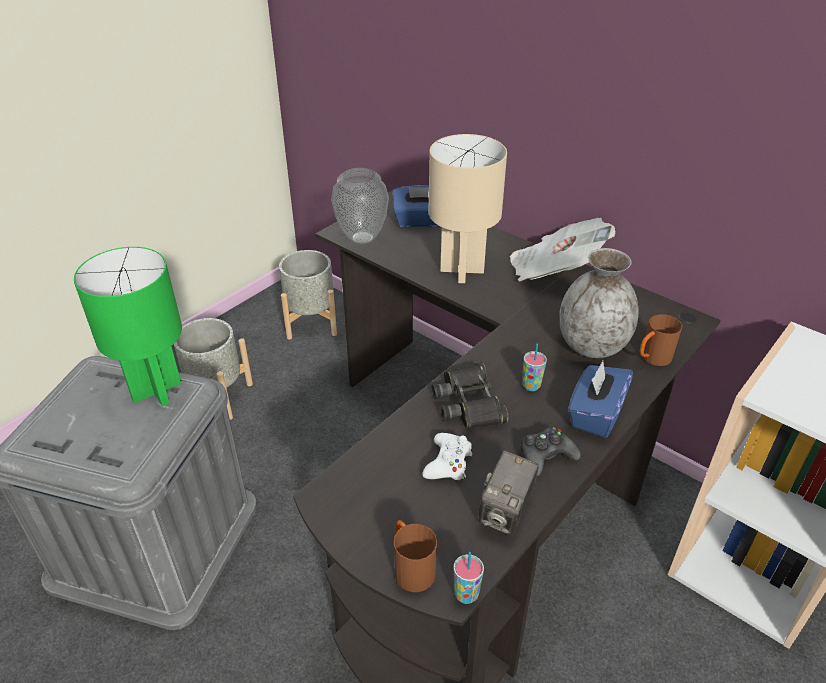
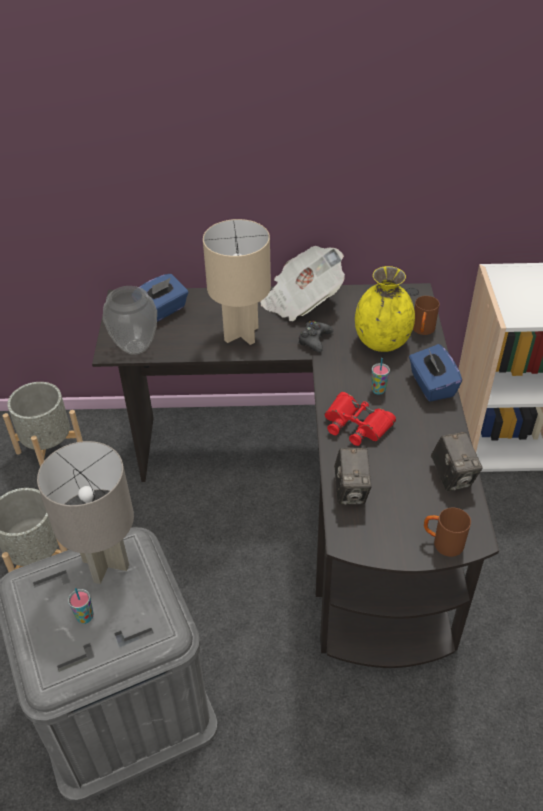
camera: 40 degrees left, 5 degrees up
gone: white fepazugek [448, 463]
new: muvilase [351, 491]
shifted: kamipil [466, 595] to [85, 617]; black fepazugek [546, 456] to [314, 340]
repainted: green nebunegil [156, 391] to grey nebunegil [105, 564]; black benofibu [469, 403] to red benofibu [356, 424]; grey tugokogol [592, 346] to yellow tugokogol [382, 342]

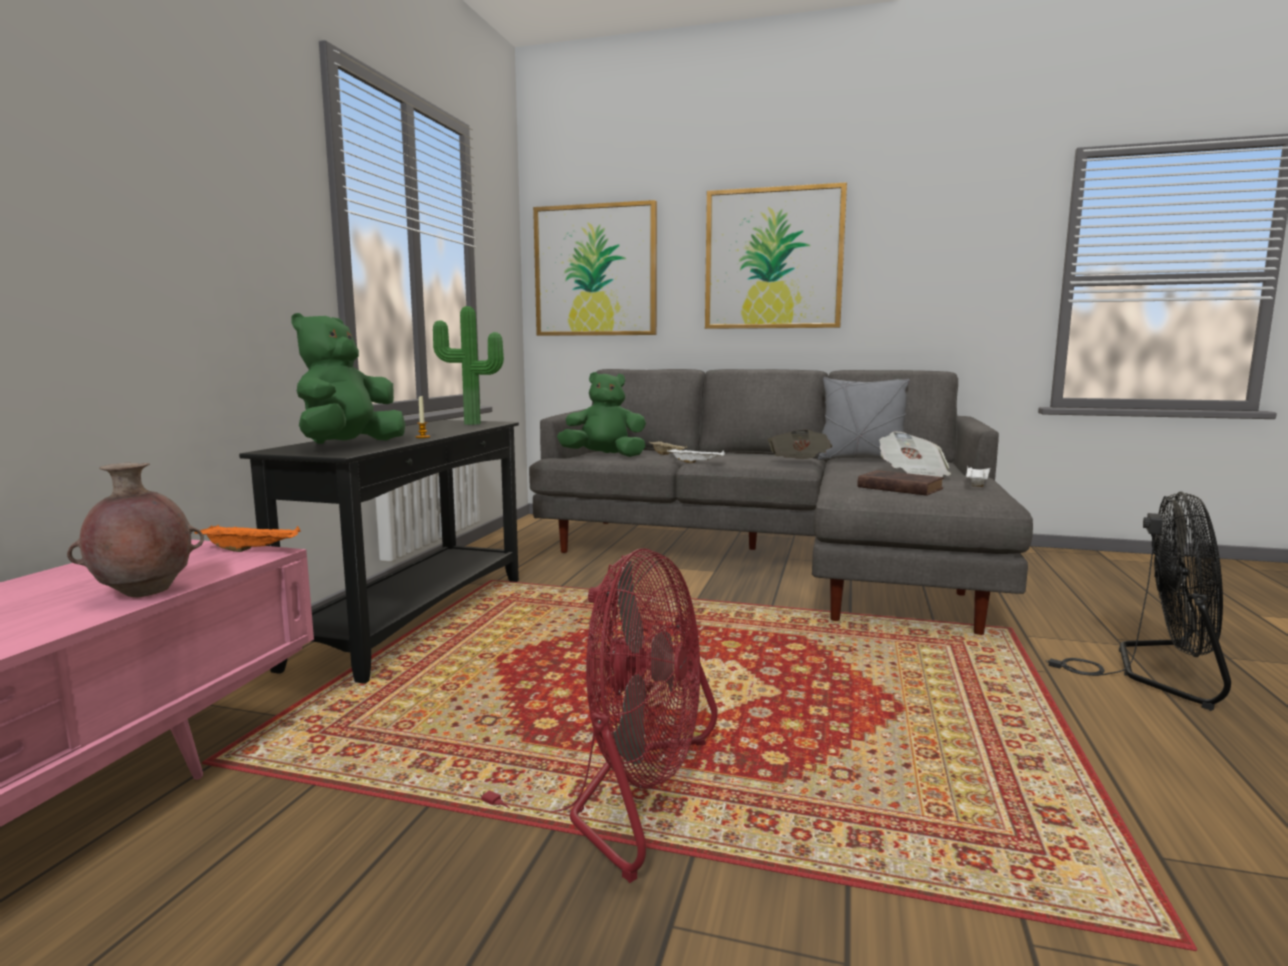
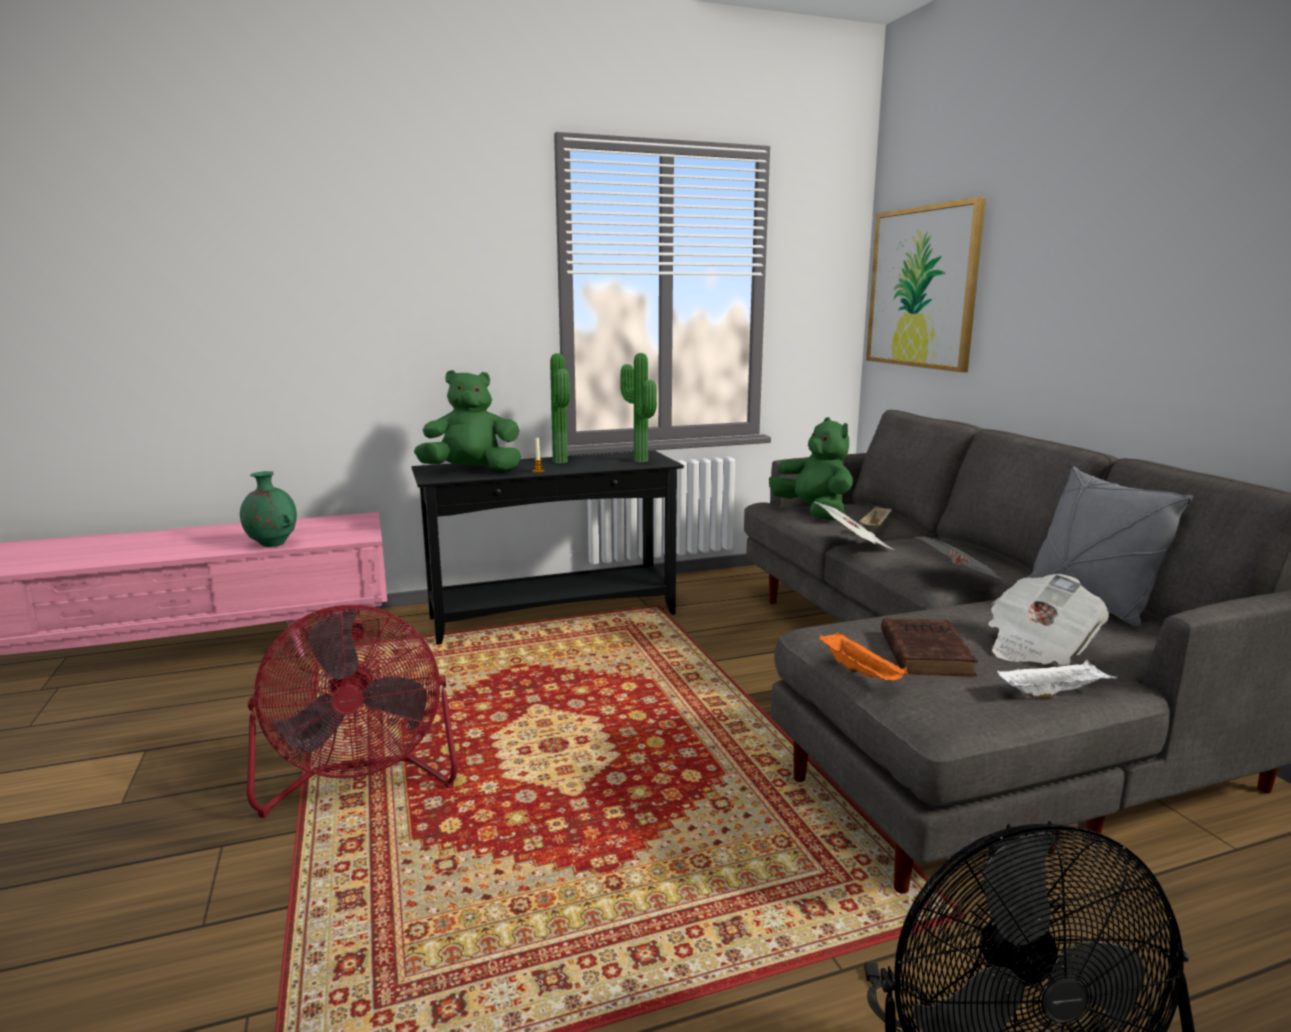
camera: 55 degrees right, 5 degrees up
gone: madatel [773, 259]
new: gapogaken [563, 461]
shifted: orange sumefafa [252, 550] to [861, 674]
swapped: white sumefafa [697, 463] to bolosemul [853, 546]
repainted: brown tugokogol [143, 593] to green tugokogol [272, 544]

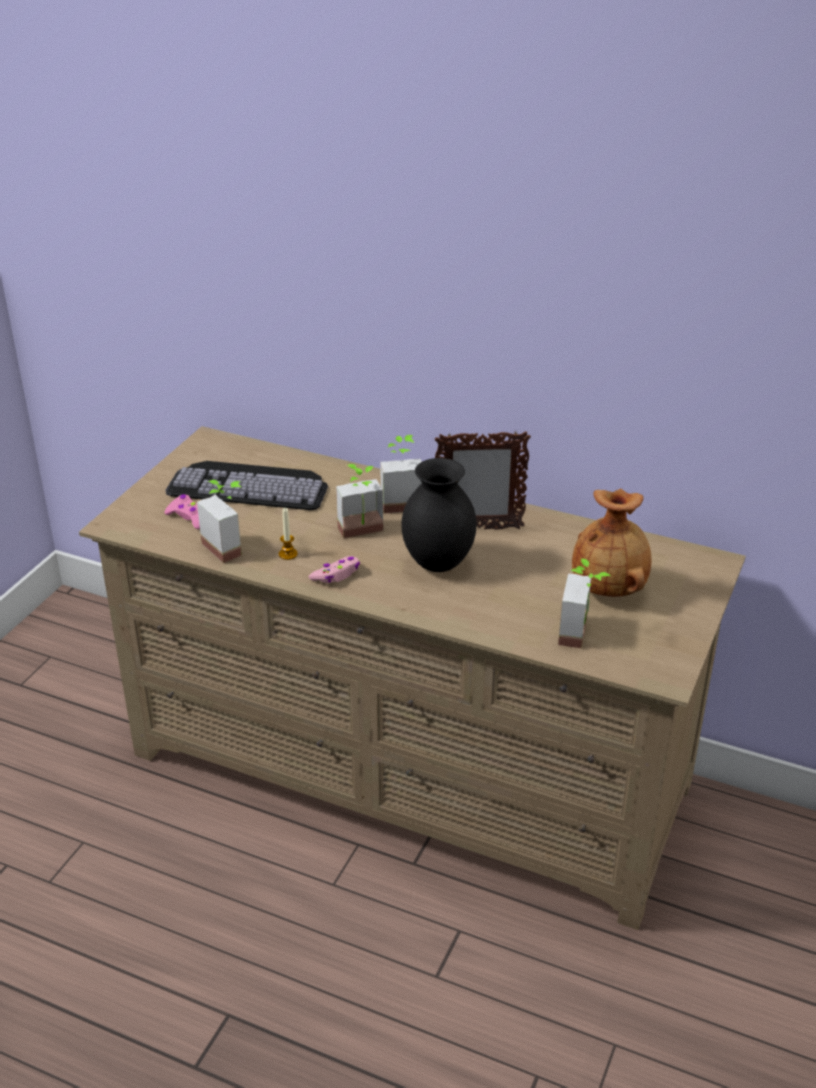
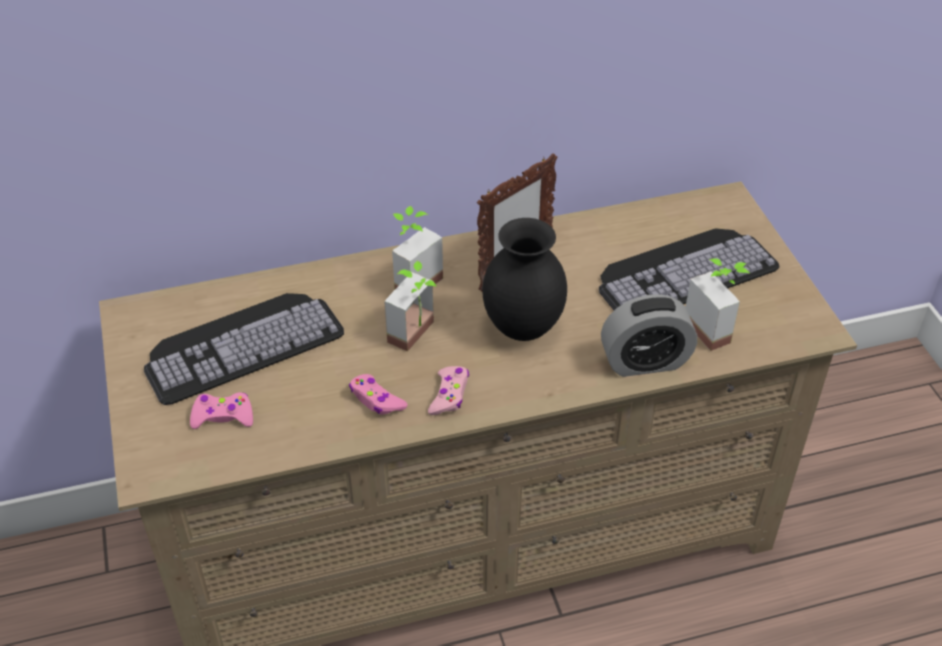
camera: 40 degrees left, 10 degrees up
gone: gapogaken [229, 546]
new: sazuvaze [645, 362]
swapped: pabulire [288, 554] to pink fepazugek [376, 400]; brown tugokogol [609, 588] to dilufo [684, 271]

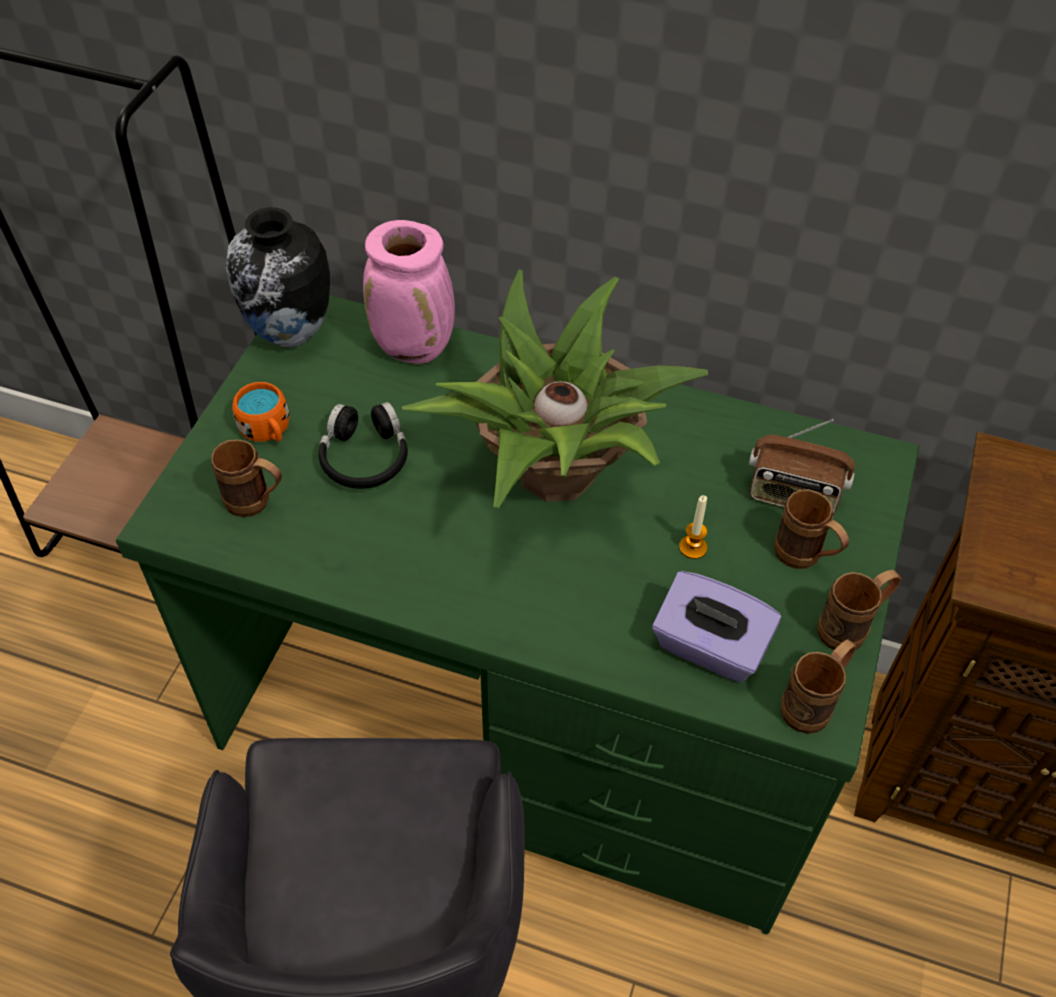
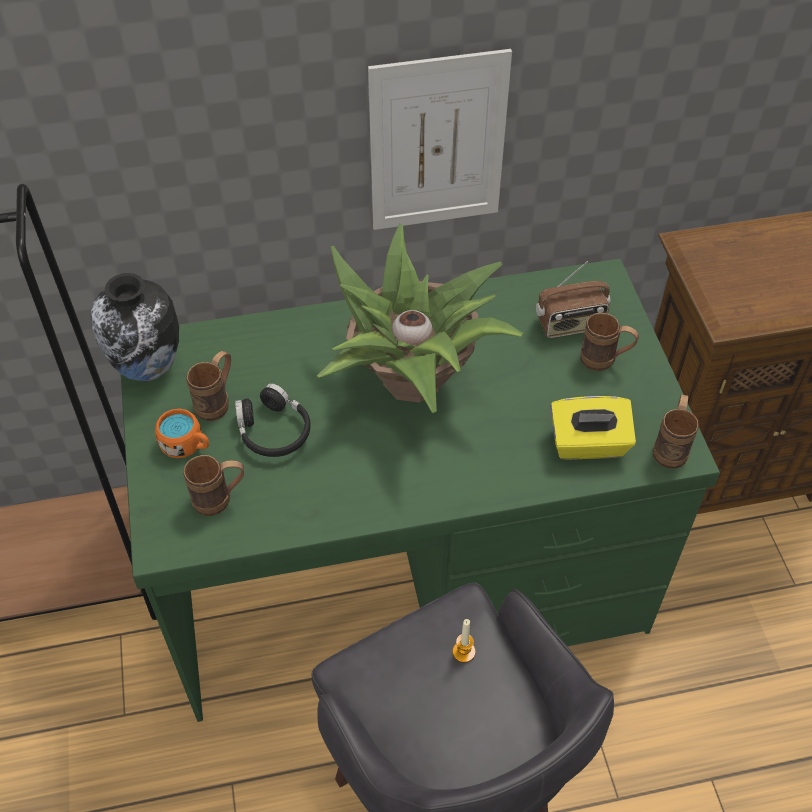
camera: 30 degrees left, 0 degrees up
gone: pink tugokogol [416, 348]
new: madatel [437, 143]
shifted: pabulire [693, 547] to [463, 652]; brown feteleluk [851, 628] to [217, 402]
repainted: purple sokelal [709, 647] to yellow sokelal [588, 444]

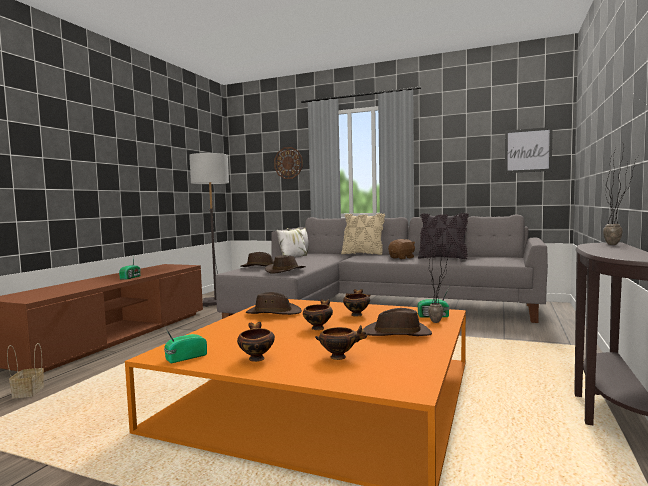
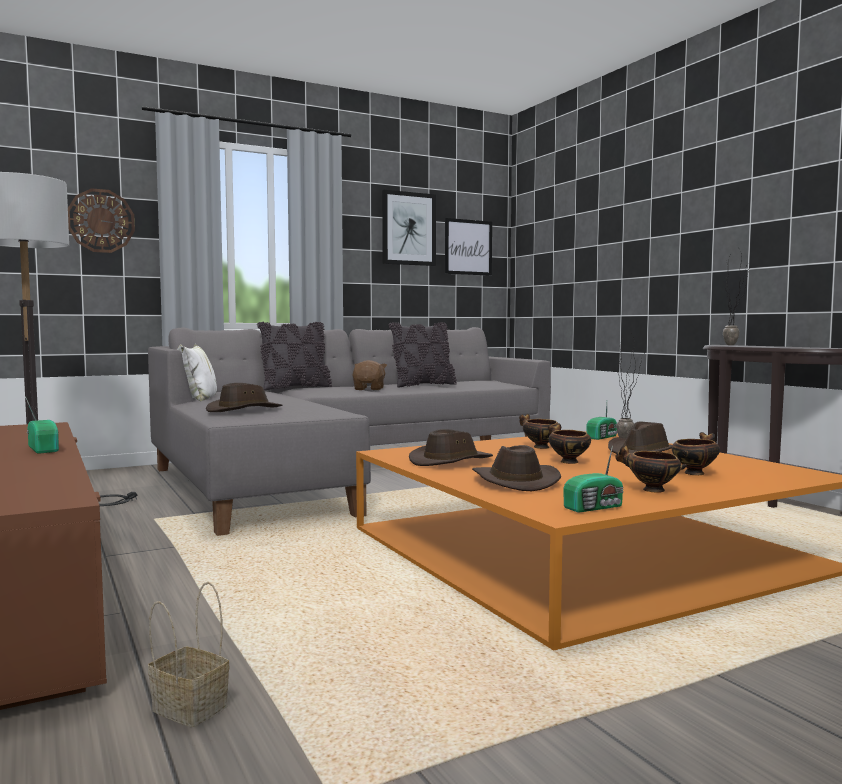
camera: 50 degrees left, 0 degrees up
new: madatel [408, 228]
shifted: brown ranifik [285, 270] to [513, 481]
repainted: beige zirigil [363, 254] to black zirigil [295, 388]
rotated: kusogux [184, 357] = [595, 507] 120 degrees counterclockwise

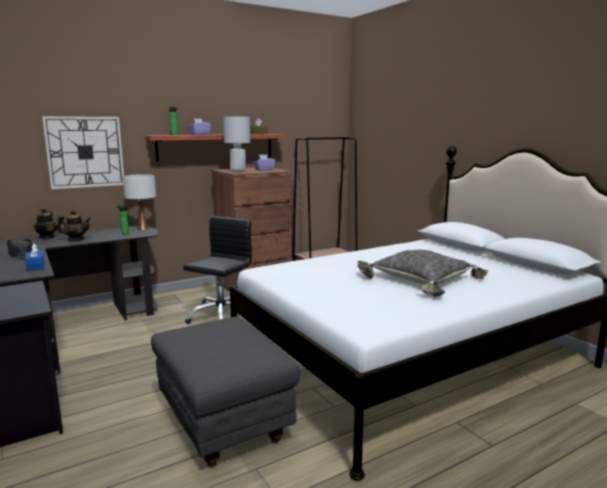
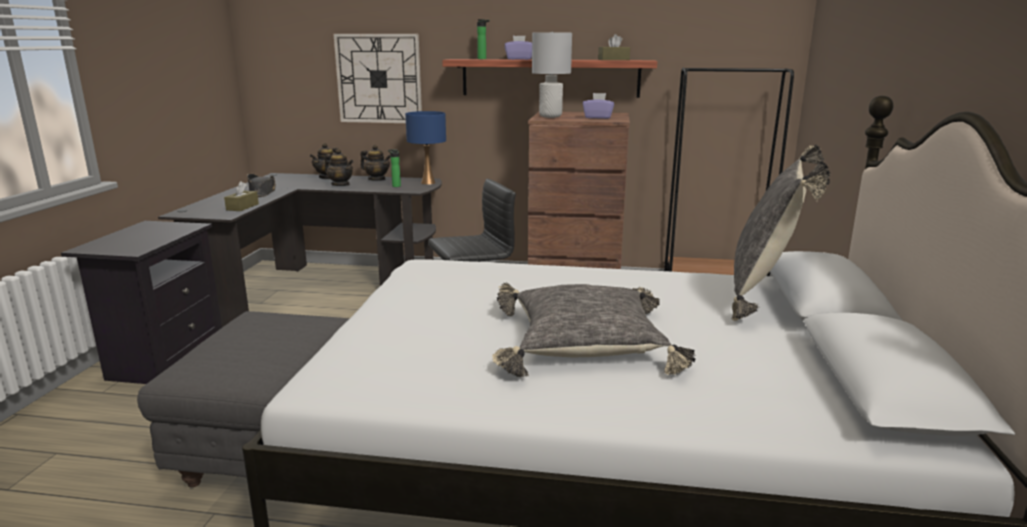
camera: 40 degrees right, 5 degrees up
new: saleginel [377, 179]; zirigil [767, 302]
repainted: blue sokelal [35, 266] to brown sokelal [242, 207]; white nebunegil [143, 228] to blue nebunegil [428, 183]

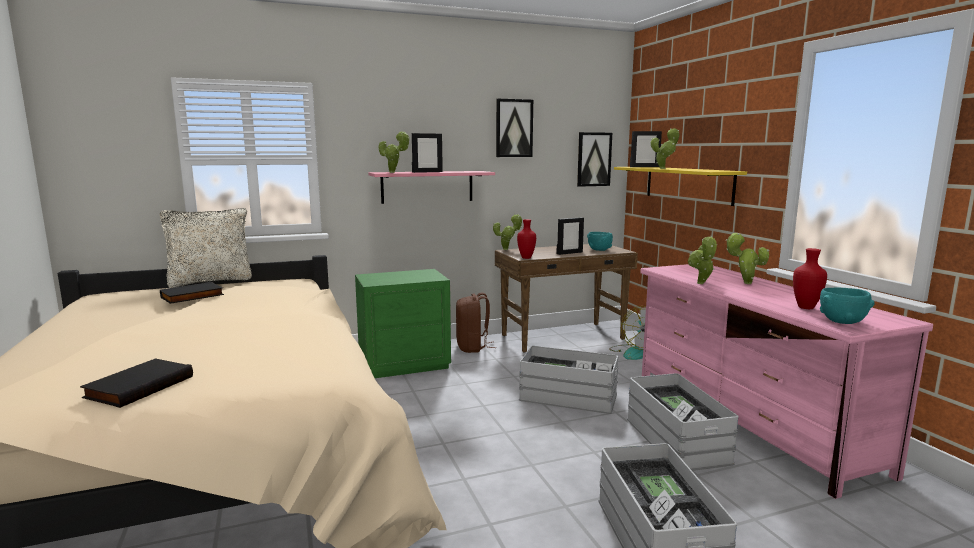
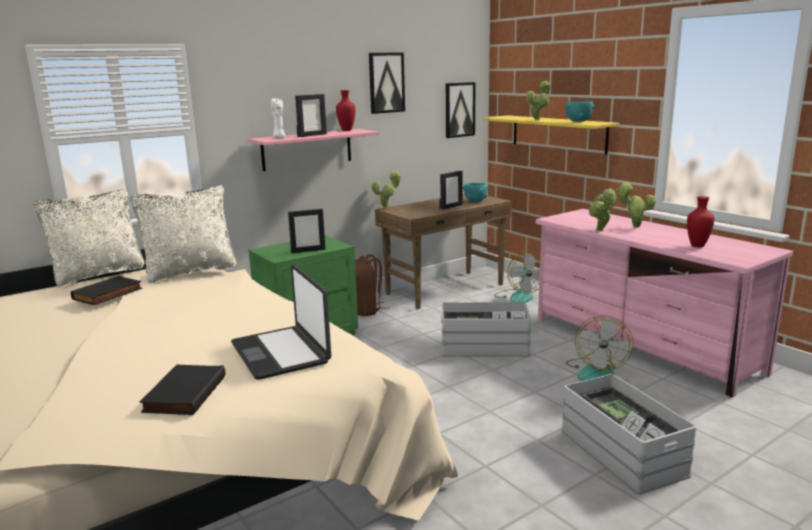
camera: 15 degrees left, 5 degrees up
new: beige zirigil [192, 273]; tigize [281, 353]
shifted: red tugokogol [525, 258] to [346, 130]; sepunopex [644, 167] to [308, 250]; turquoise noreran [842, 322] to [578, 121]
swapped: gapogaken [394, 172] to white pabulire [279, 138]; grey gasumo [677, 440] to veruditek [596, 370]

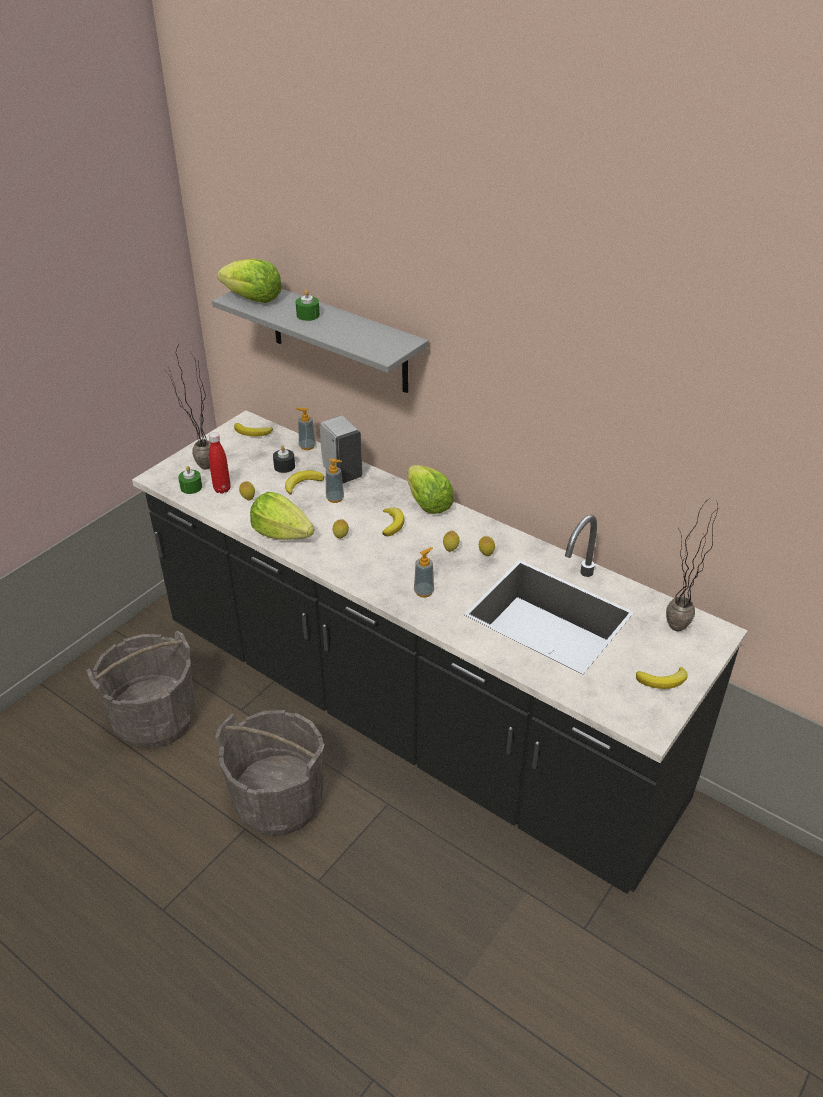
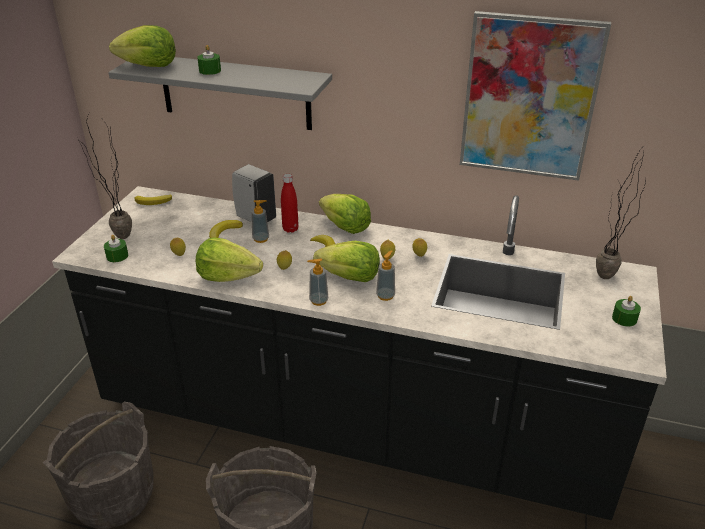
camera: 20 degrees left, 5 degrees down
gone: black pabulire [284, 466]
new: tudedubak [349, 277]; madatel [529, 97]
shifted: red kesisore [222, 489] to [290, 229]; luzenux [307, 446] to [318, 301]
swapped: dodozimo [663, 681] to green pabulire [624, 318]

